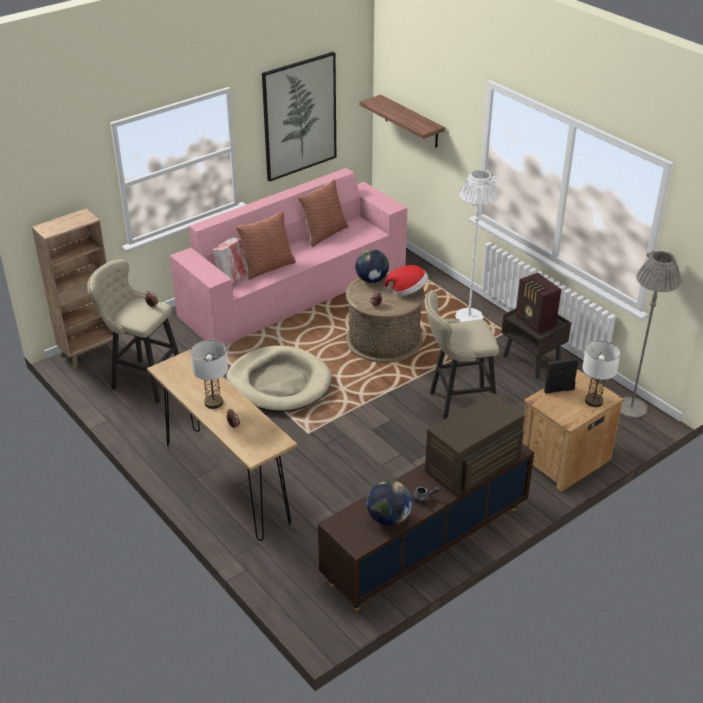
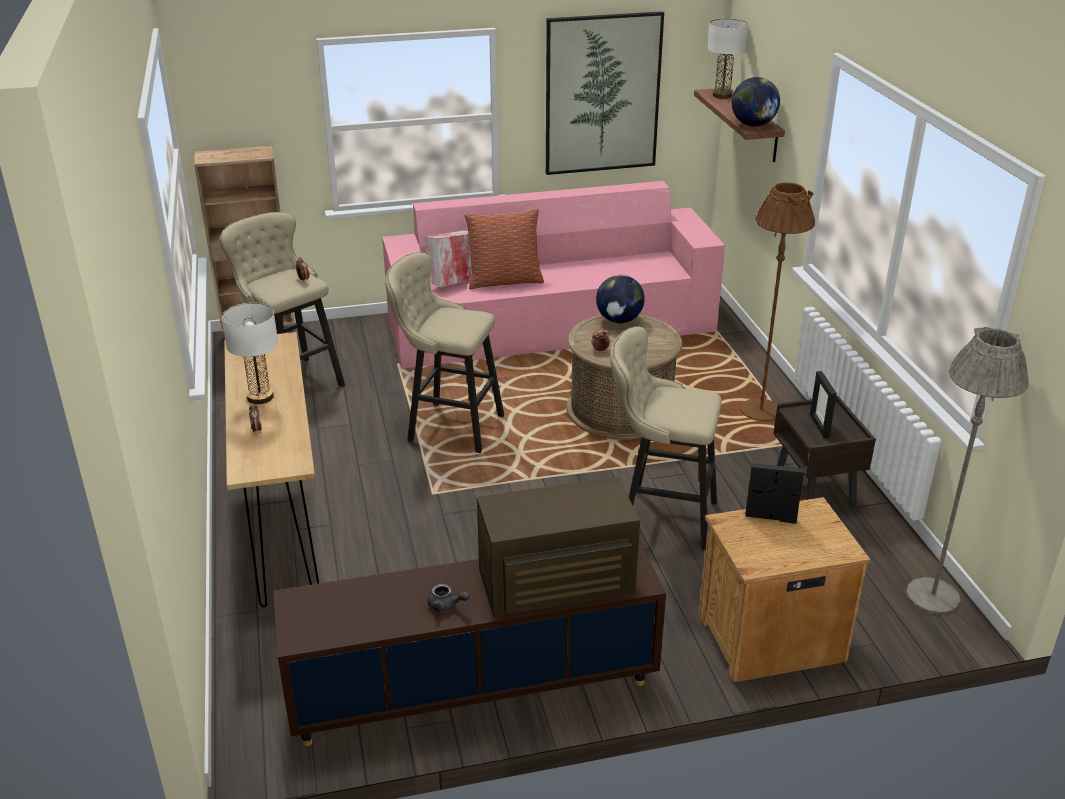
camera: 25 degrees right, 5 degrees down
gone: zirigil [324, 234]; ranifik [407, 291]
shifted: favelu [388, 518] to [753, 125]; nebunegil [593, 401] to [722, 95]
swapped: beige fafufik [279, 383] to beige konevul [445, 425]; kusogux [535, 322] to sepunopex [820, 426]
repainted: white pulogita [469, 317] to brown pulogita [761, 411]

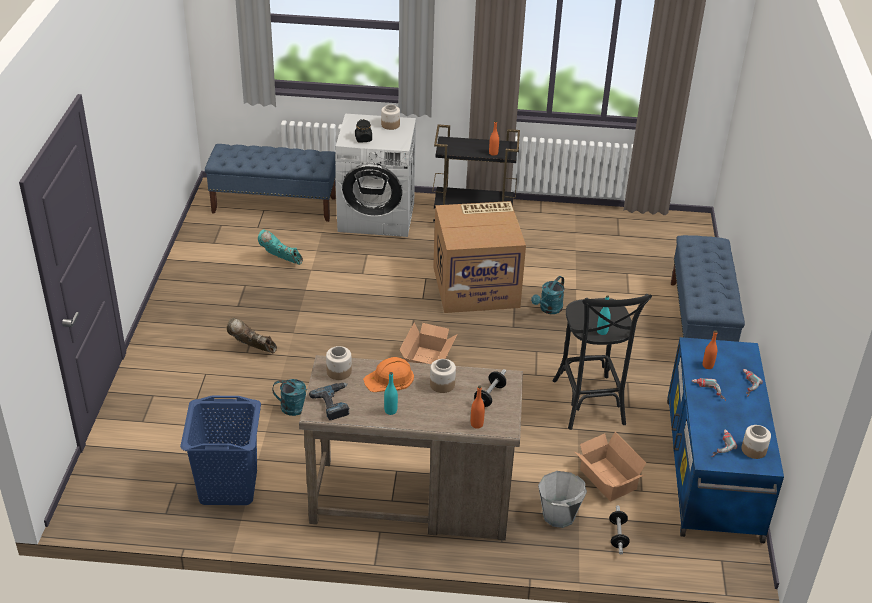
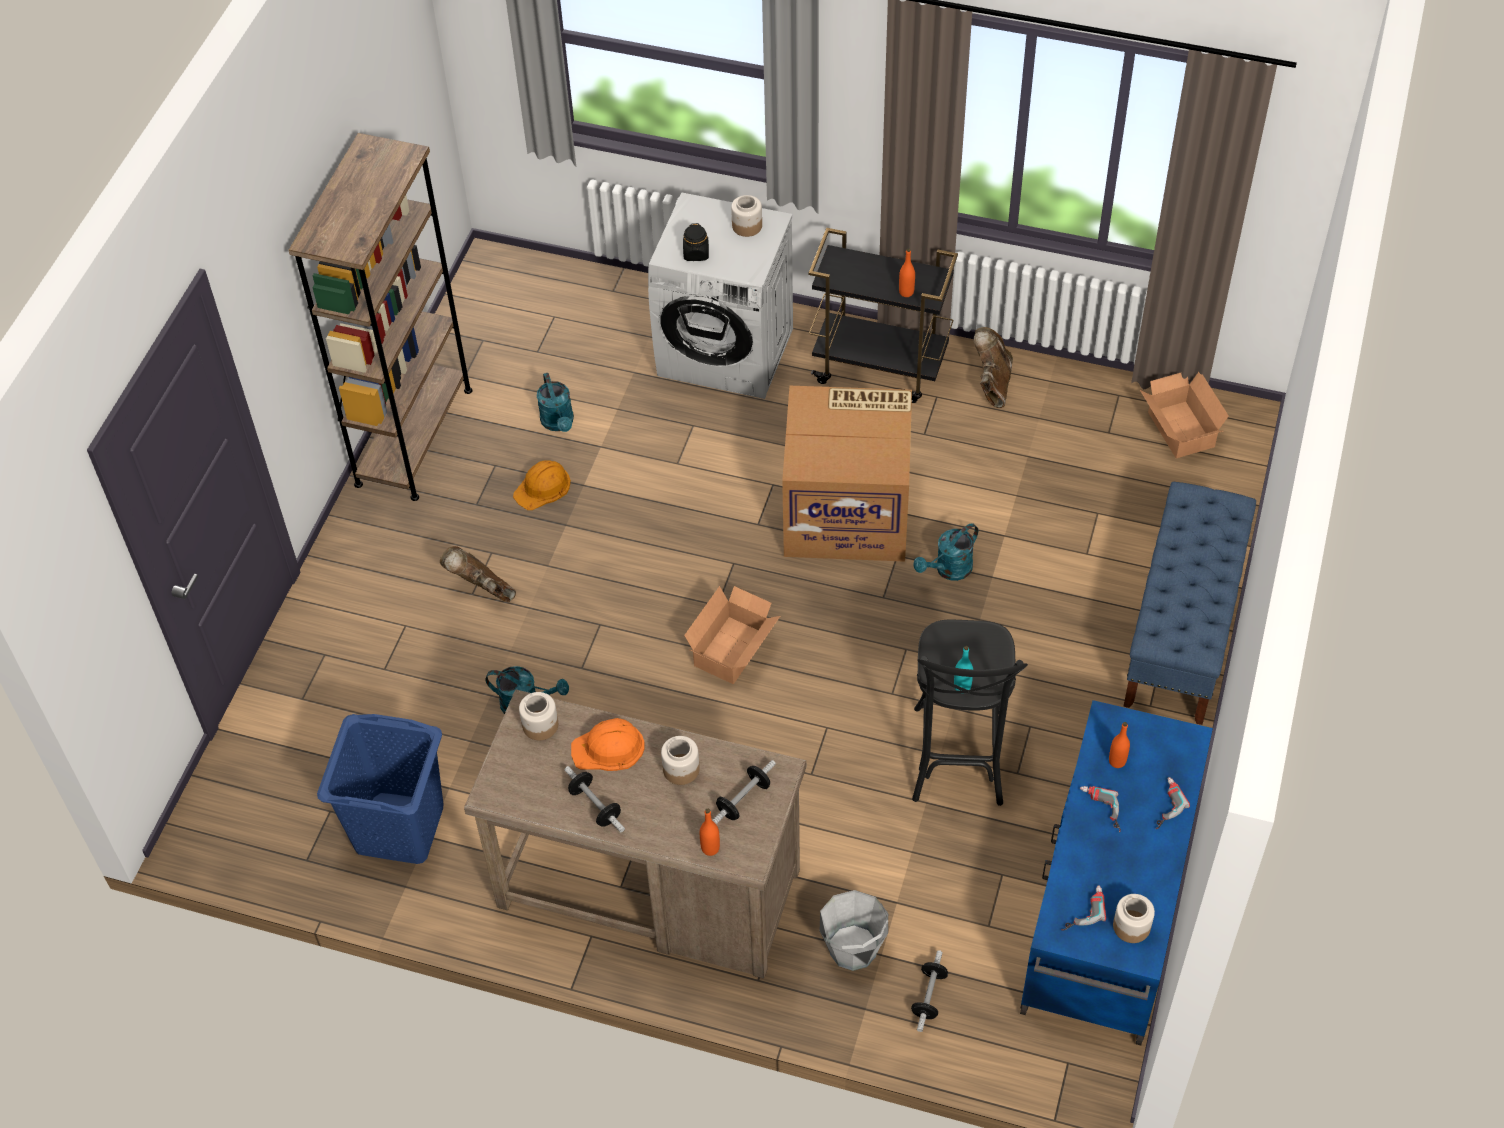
camera: 15 degrees right, 15 degrees up
gone: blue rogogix [274, 205]; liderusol [335, 403]
new: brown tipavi [414, 437]; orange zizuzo [543, 487]; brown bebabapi [992, 384]
shifted: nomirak [607, 481] to [1179, 431]
swapped: turquoise bebabapi [281, 261] to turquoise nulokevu [559, 423]; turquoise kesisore [390, 411] to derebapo [595, 806]

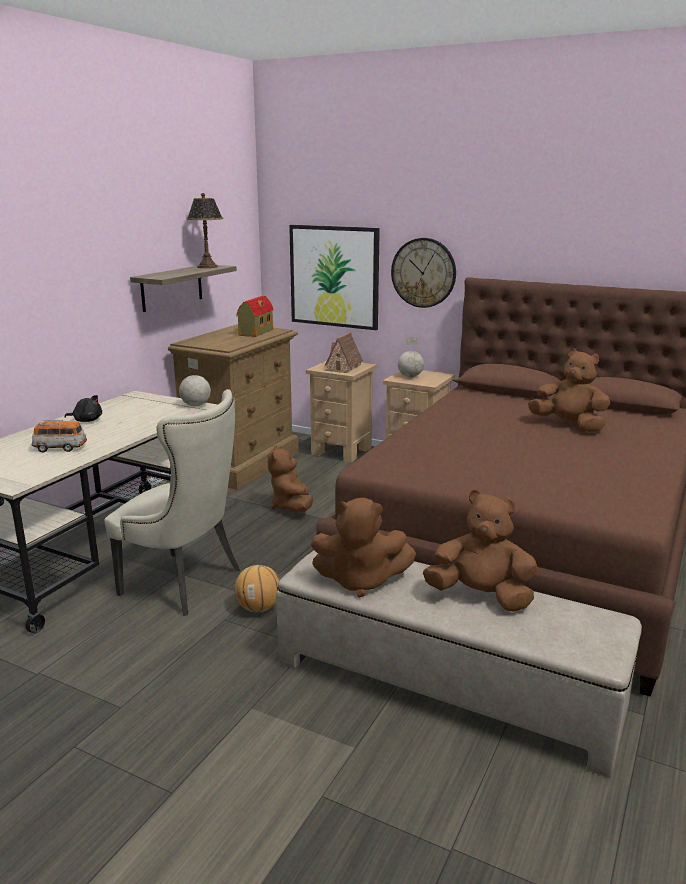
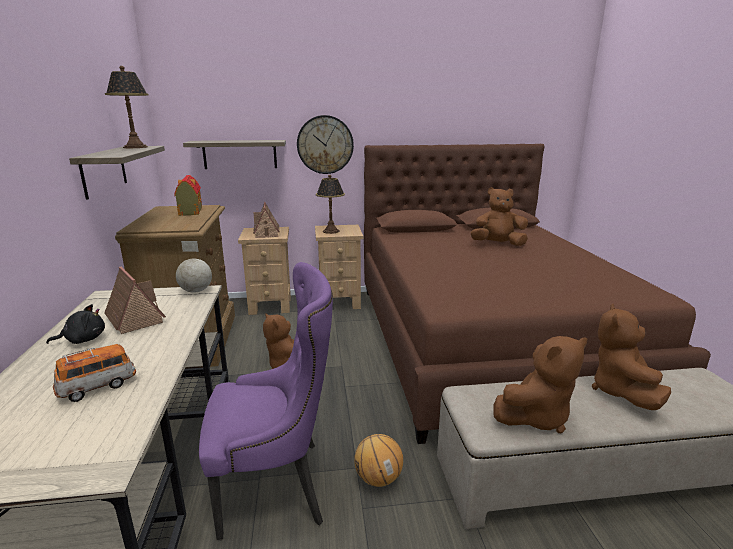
camera: 35 degrees left, 0 degrees up
new: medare [134, 319]
swapped: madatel [334, 276] to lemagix [240, 154]; favelu [410, 376] to nebunegil [331, 231]
repainted: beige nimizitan [183, 583] to purple nimizitan [276, 487]
rotated: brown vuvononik [480, 596] = [621, 392] 60 degrees counterclockwise

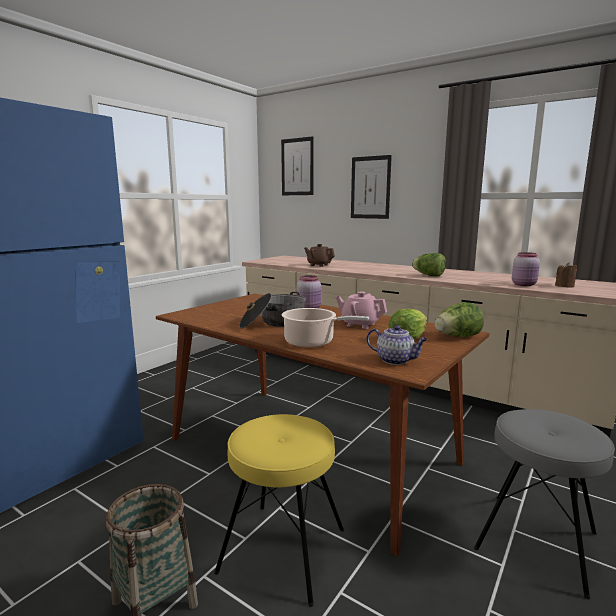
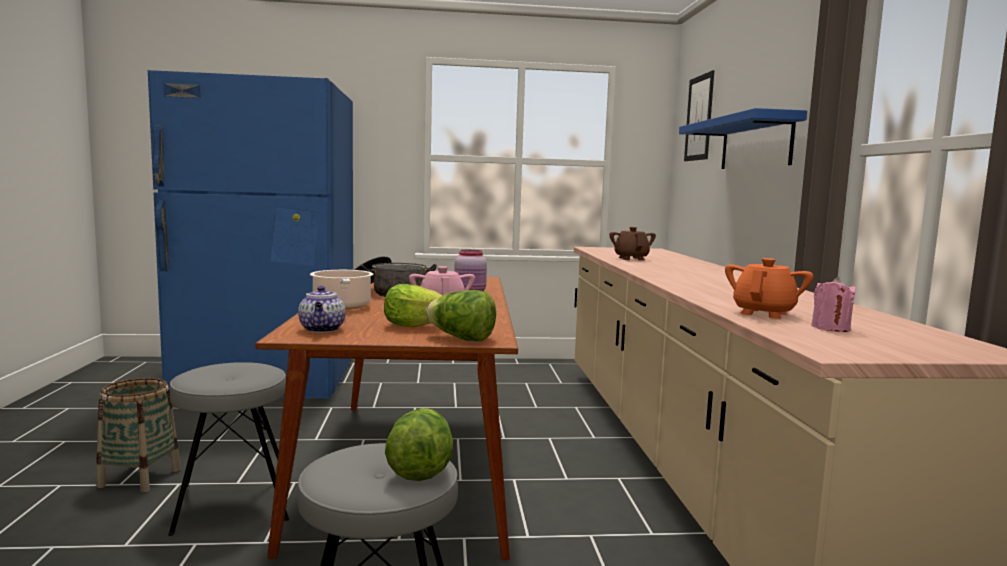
camera: 50 degrees right, 5 degrees down
shifted: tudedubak [428, 275] to [420, 468]
swapped: madatel [370, 187] to blue lemagix [755, 143]; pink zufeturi [524, 285] to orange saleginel [764, 313]
repainted: yellow konevul [283, 550] to grey konevul [234, 502]; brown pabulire [564, 286] to pink pabulire [830, 328]

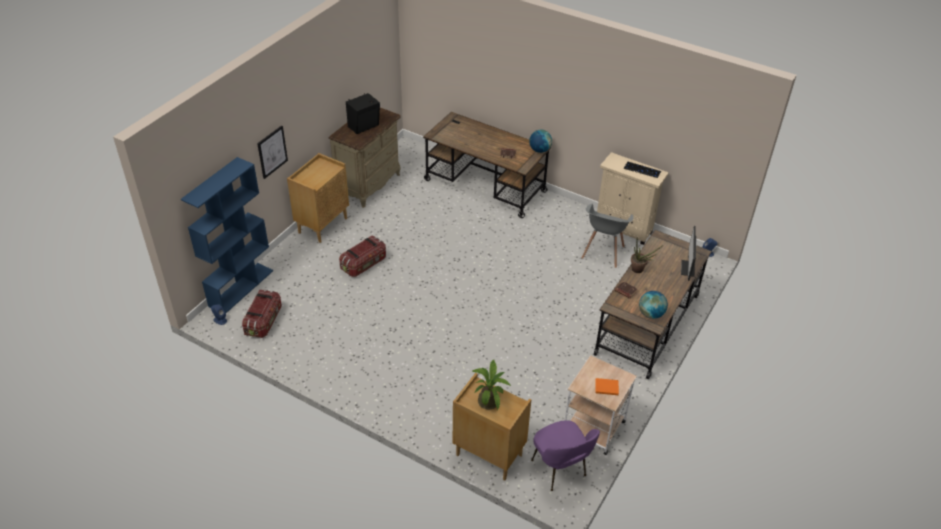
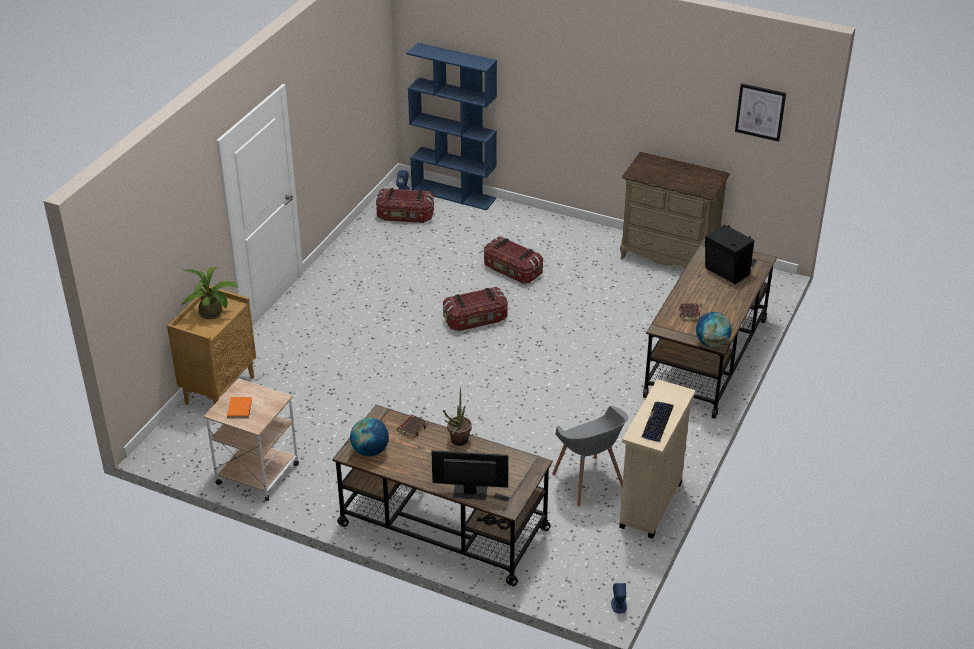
camera: 85 degrees right, 5 degrees down
gone: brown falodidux [323, 225]; purple nimizitan [560, 472]
new: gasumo [476, 320]
shifted: madatel [272, 152] to [760, 112]; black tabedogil [364, 126] to [726, 272]
rotated: grey nimizitan [603, 253] = [588, 482] 135 degrees counterclockwise

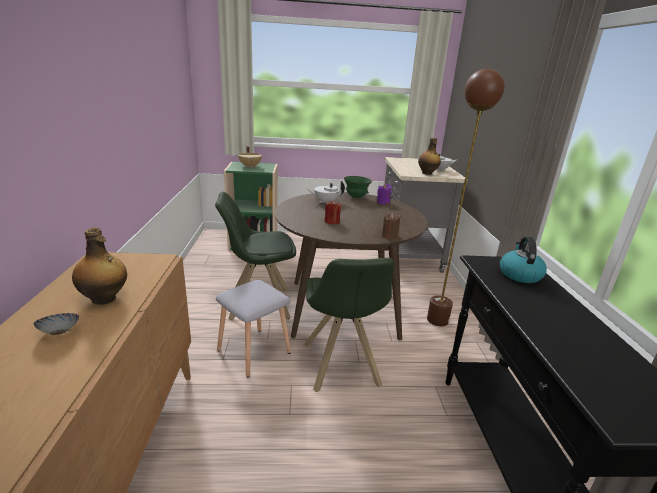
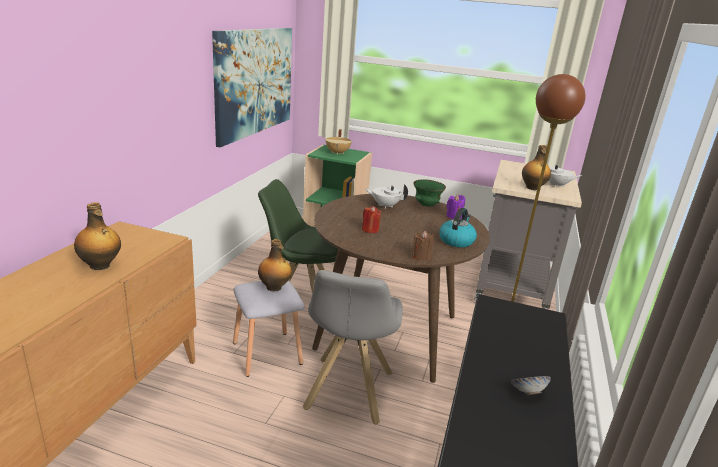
camera: 20 degrees right, 0 degrees up
new: madatel [255, 82]; kesisore [274, 287]
shifted: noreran [60, 333] to [527, 392]; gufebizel [519, 274] to [456, 241]
repainted: green nimizitan [341, 364] to grey nimizitan [348, 390]

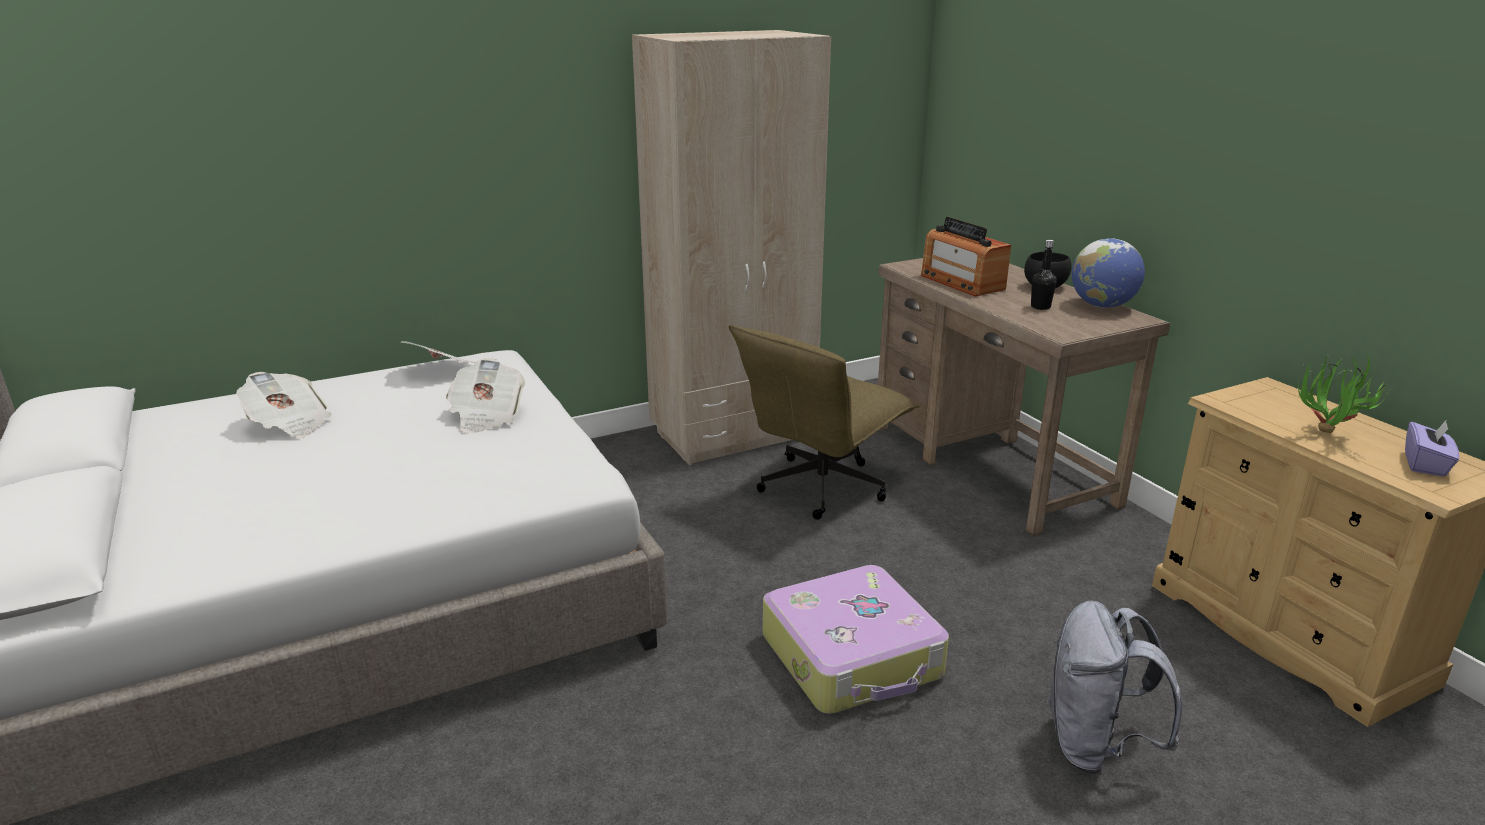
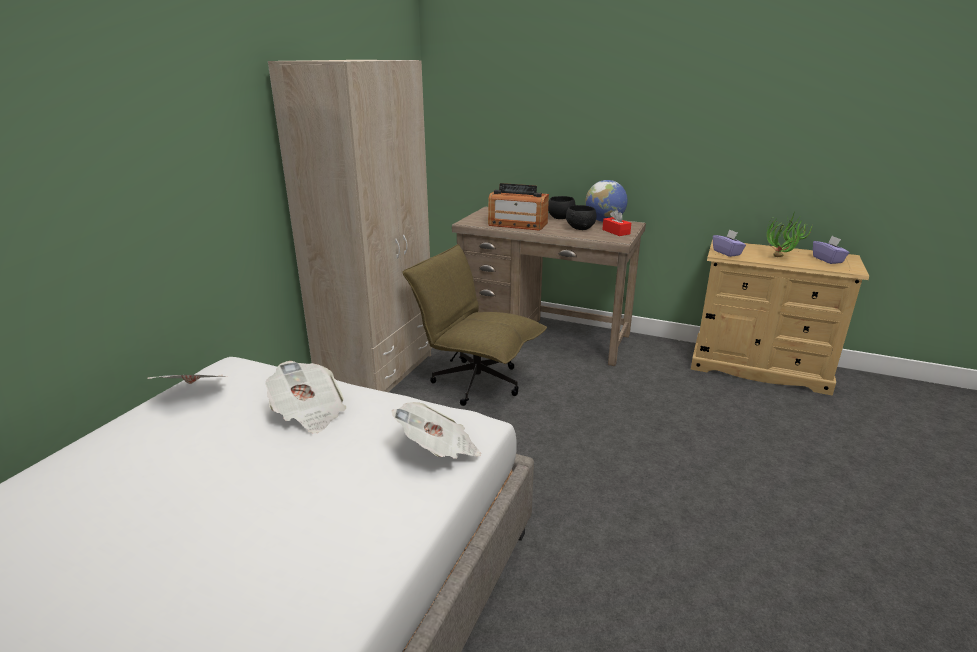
camera: 40 degrees left, 0 degrees up
gone: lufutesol [853, 657]; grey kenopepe [1095, 746]
new: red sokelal [616, 232]; purple sokelal [727, 253]
shifted: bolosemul [289, 424] to [438, 450]
swapped: black kesisore [1040, 307] to black noreran [580, 228]
rotated: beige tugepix [823, 486] = [478, 382] 120 degrees clockwise

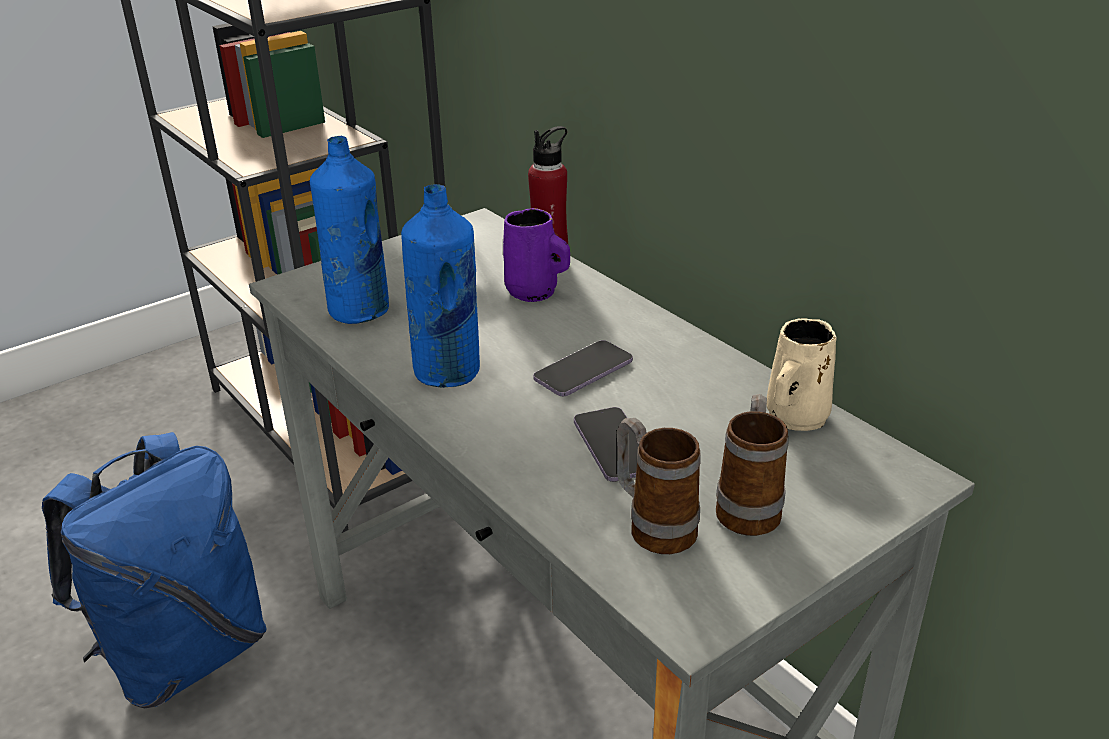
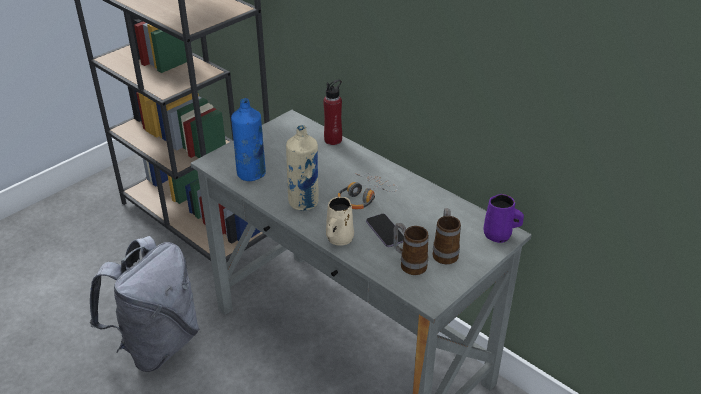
camera: 10 degrees left, 5 degrees up
shifted: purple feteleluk [534, 292] to [499, 235]; beige feteleluk [794, 418] to [339, 239]
swapped: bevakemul [583, 371] to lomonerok [363, 197]
repainted: blue kenopepe [184, 653] to grey kenopepe [157, 344]; blue kesisore [448, 373] to beige kesisore [304, 203]

